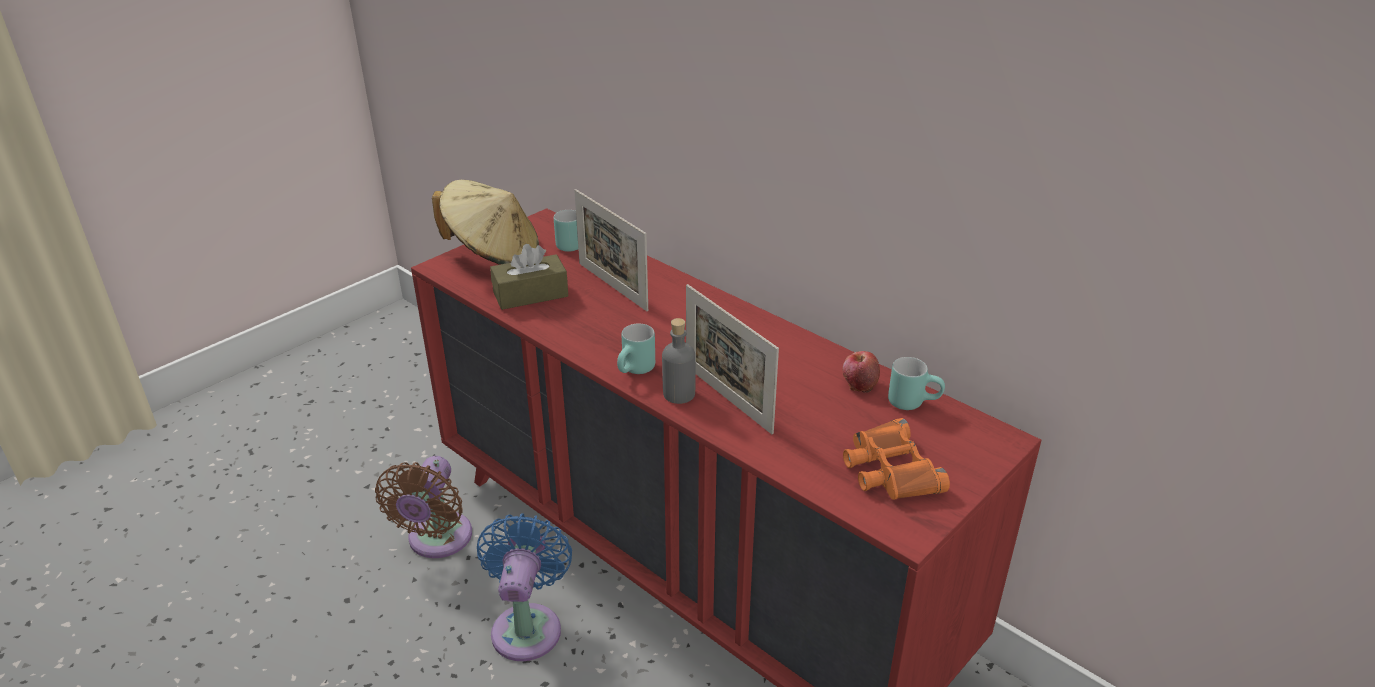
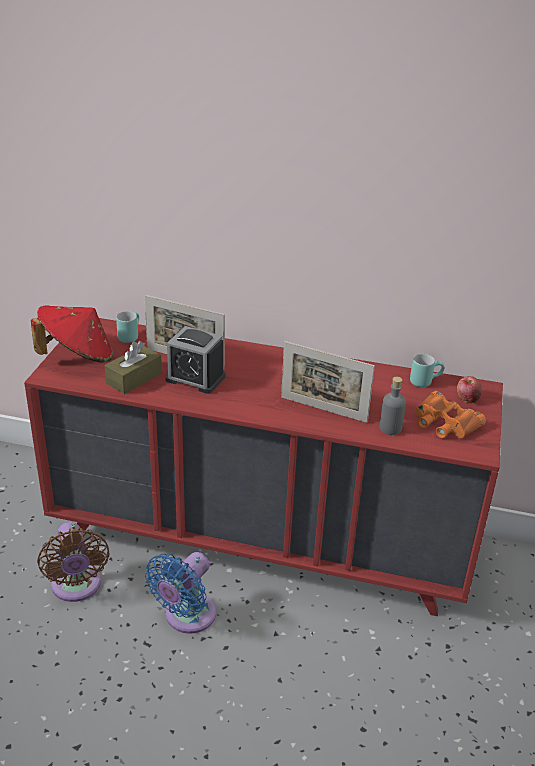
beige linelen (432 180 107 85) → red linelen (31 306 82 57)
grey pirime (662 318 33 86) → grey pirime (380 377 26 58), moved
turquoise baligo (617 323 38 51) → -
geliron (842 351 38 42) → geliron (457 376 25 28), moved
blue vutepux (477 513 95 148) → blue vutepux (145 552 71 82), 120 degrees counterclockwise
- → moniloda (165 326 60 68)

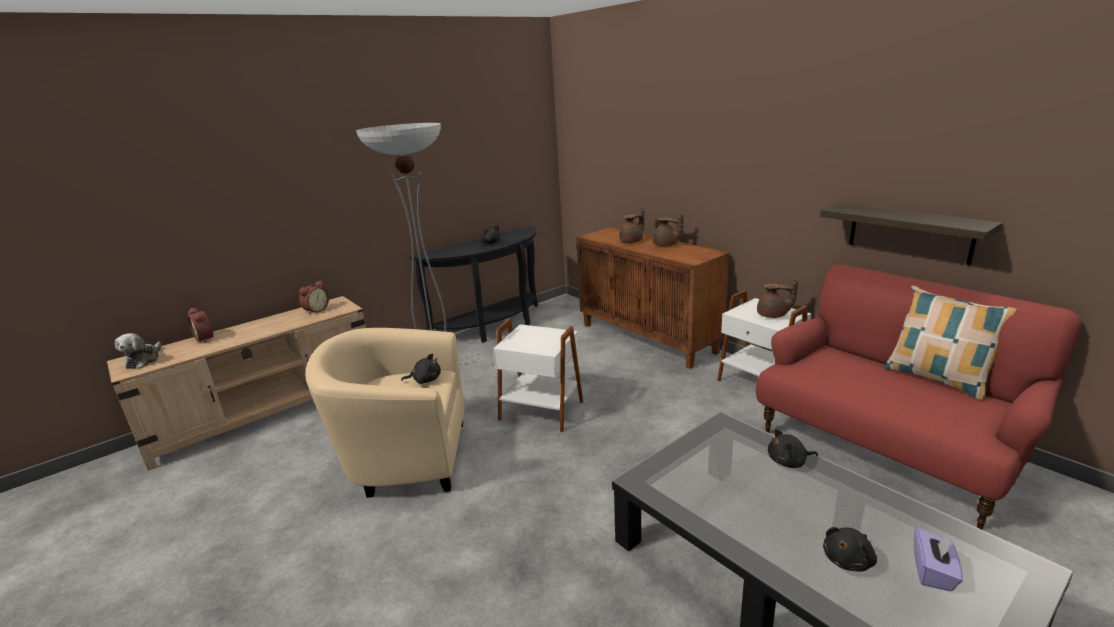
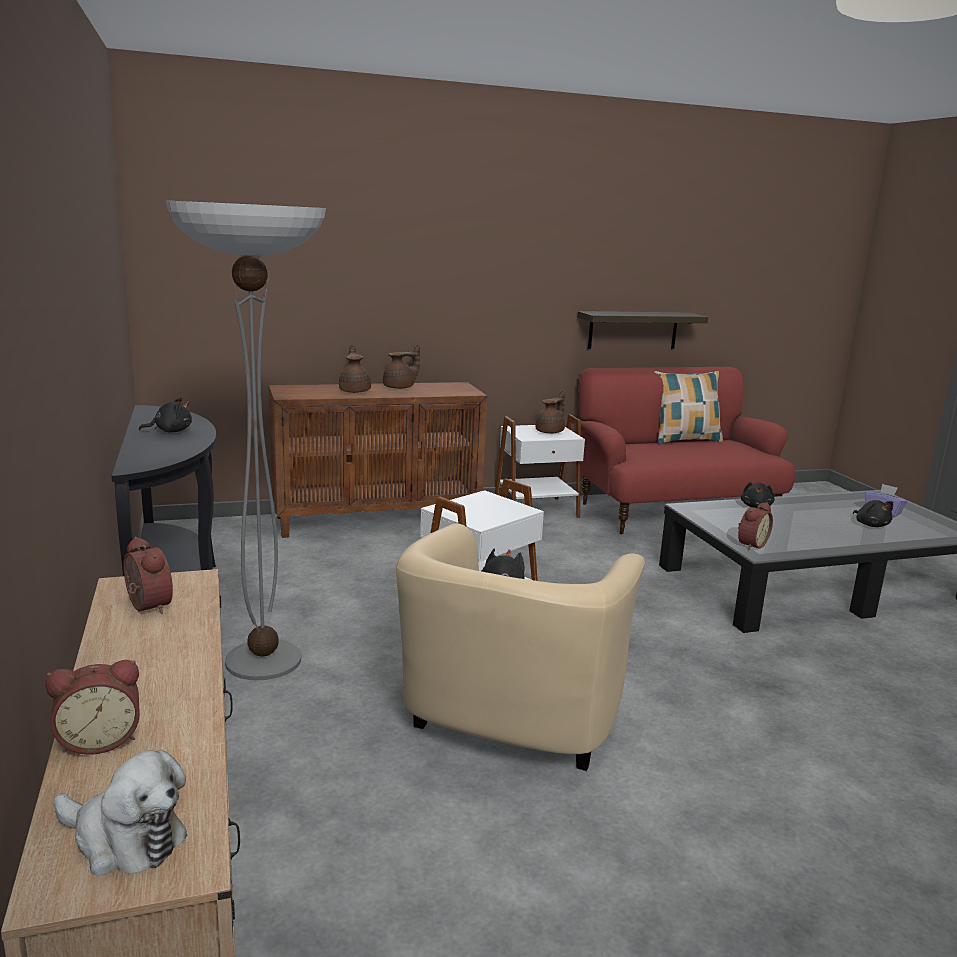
- → moniloda (738 502 35 48)

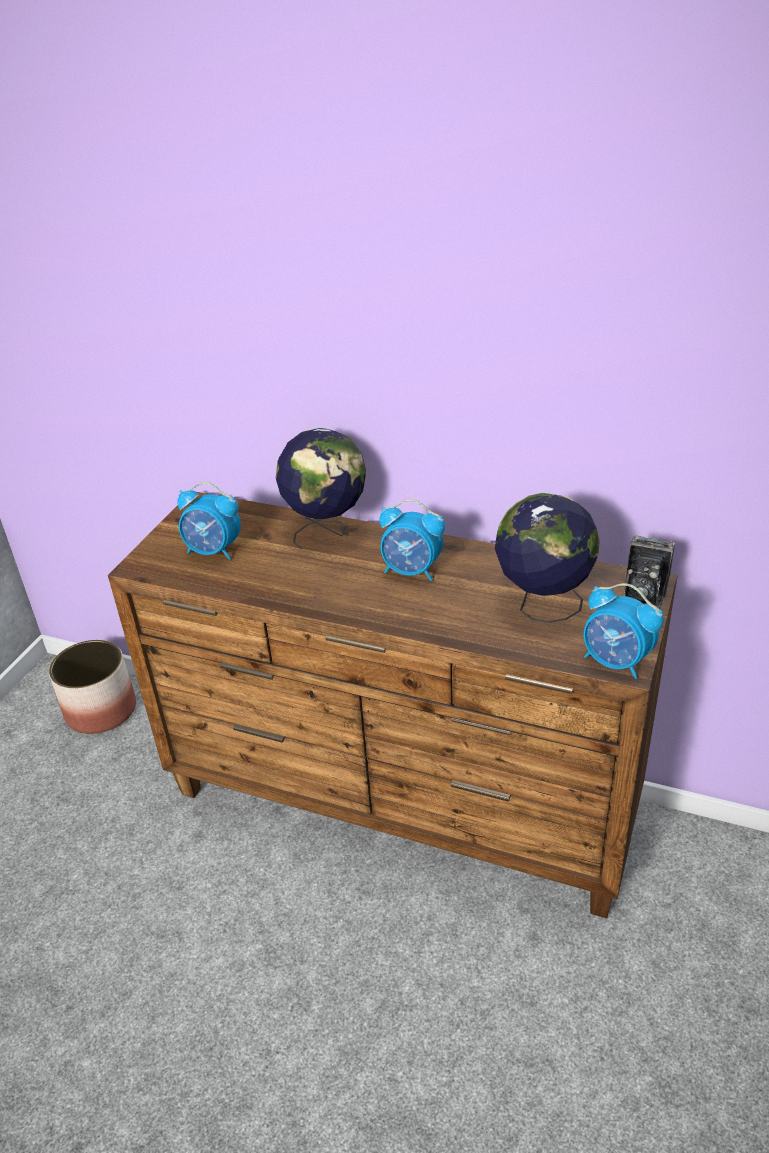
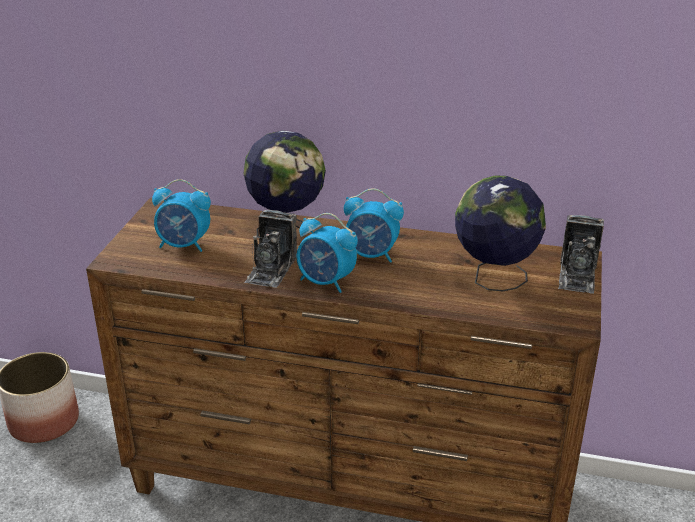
moniloda (583 583 81 96) → moniloda (297 213 61 80), moved
- → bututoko (244 210 53 78)

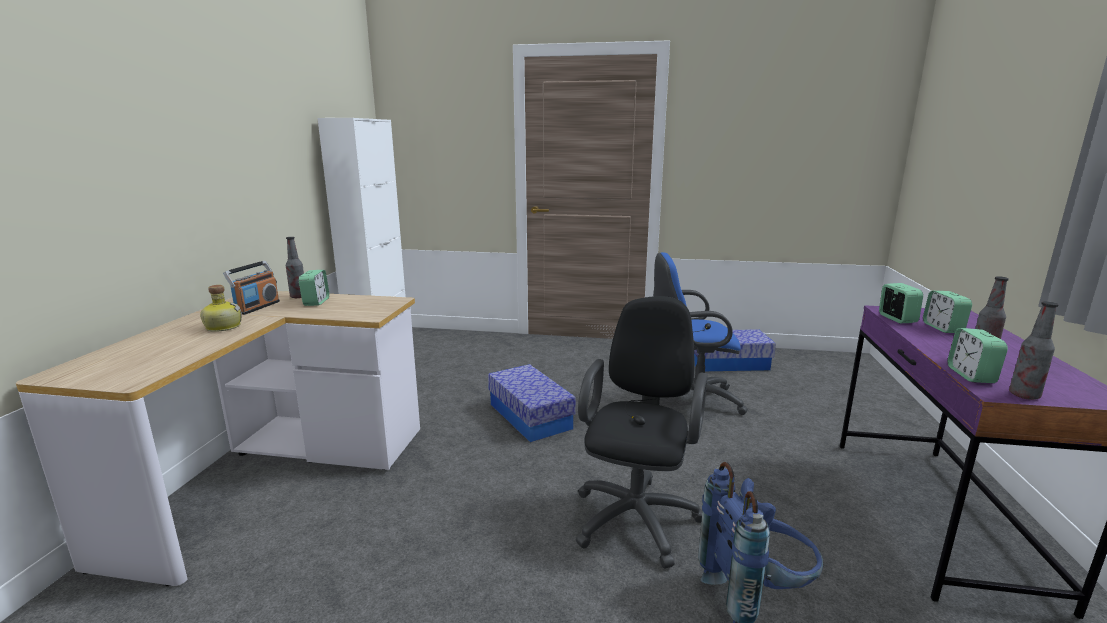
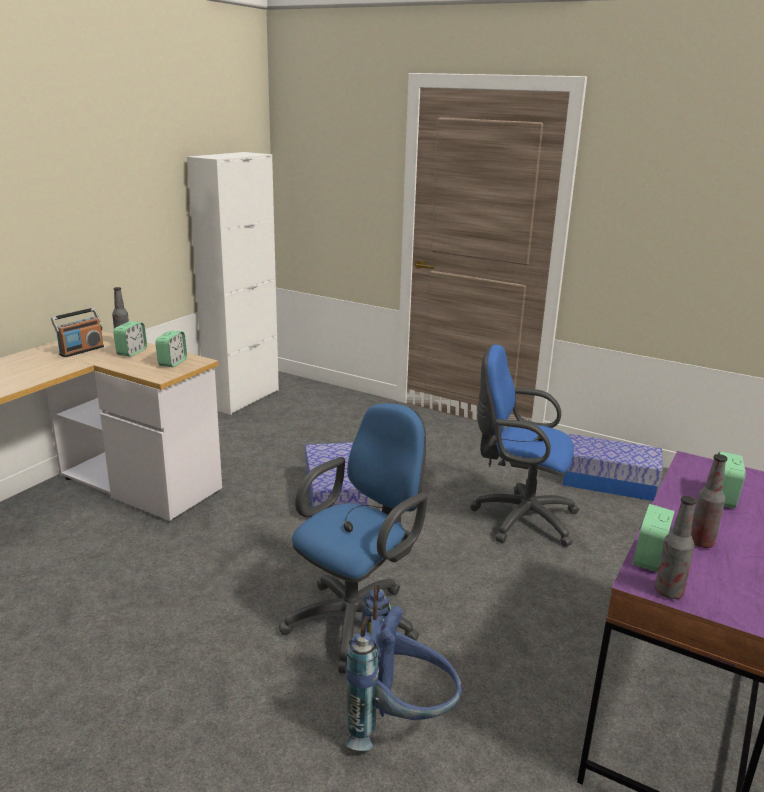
moniloda (879 283 44 40) → moniloda (155 331 32 36), moved
pirime (200 285 42 47) → -
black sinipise (576 296 132 272) → blue sinipise (279 403 149 271)

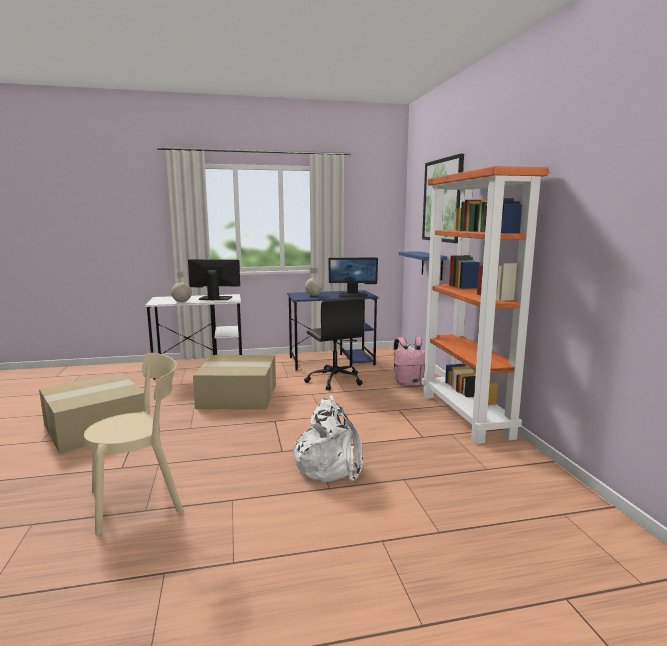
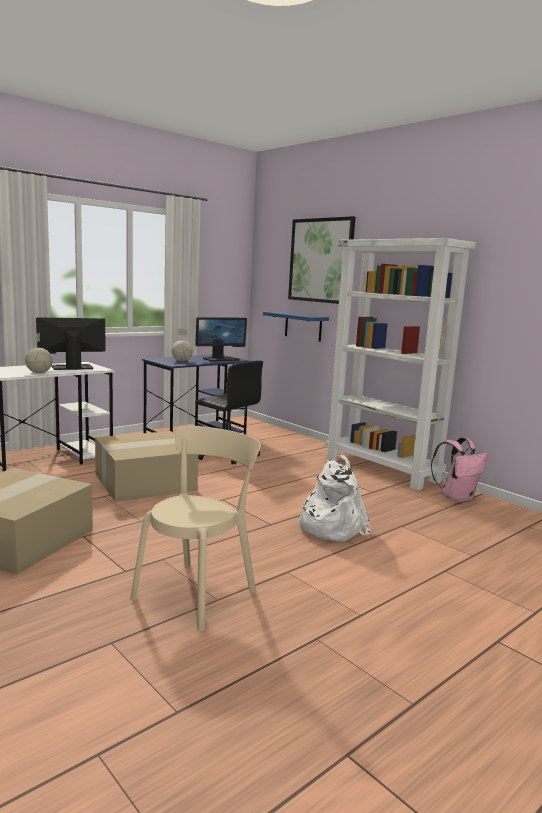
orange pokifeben (422 166 127 278) → white pokifeben (326 238 150 252)
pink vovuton (394 337 31 49) → pink vovuton (431 437 57 66), moved

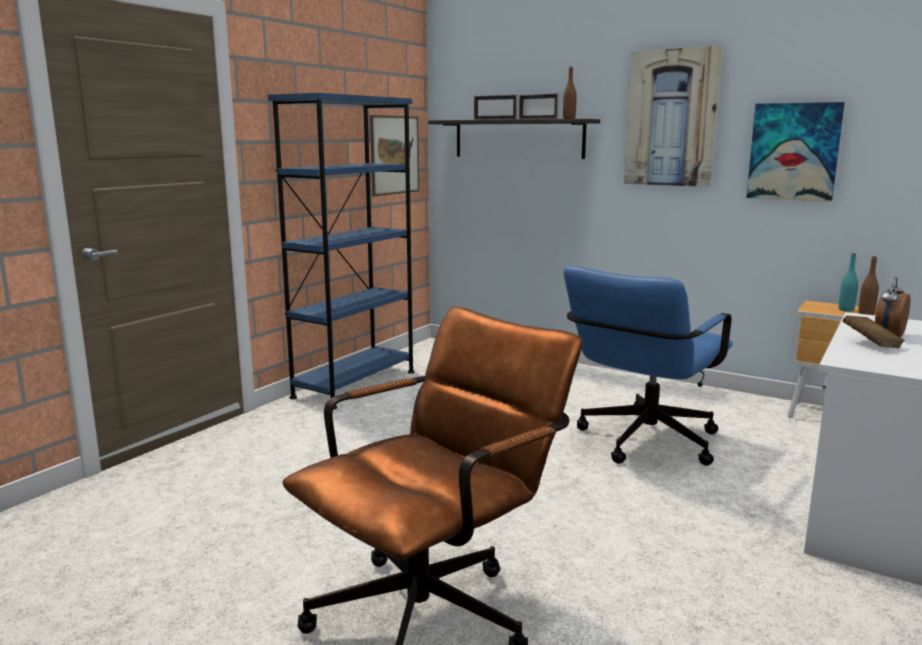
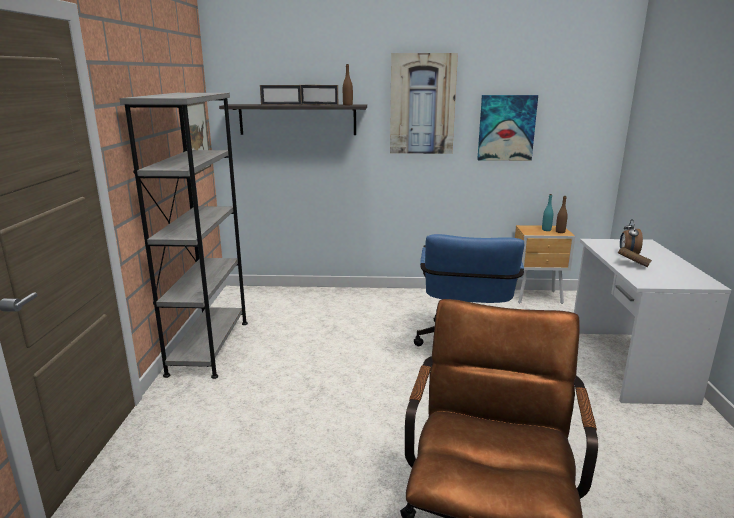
blue pokifeben (268 93 147 317) → grey pokifeben (119 93 129 286)

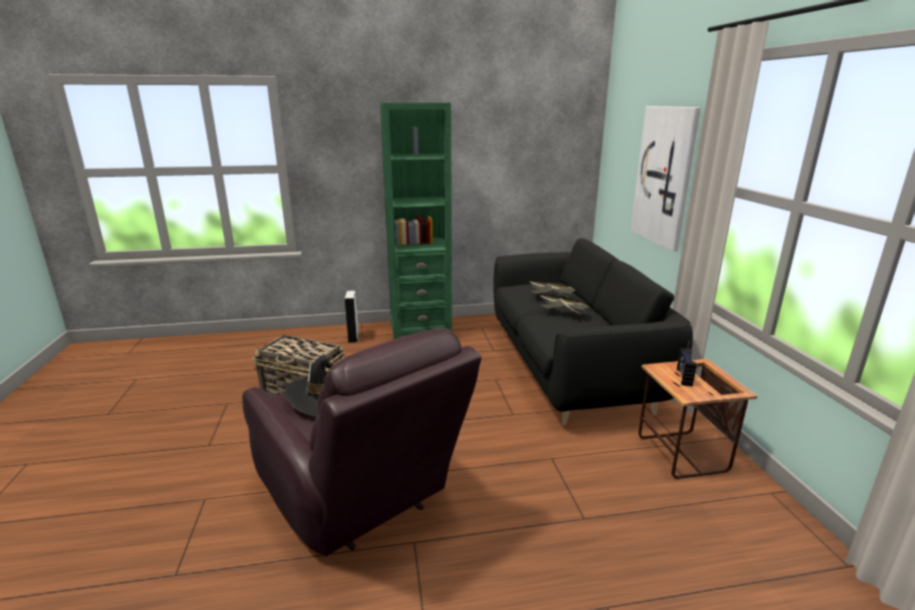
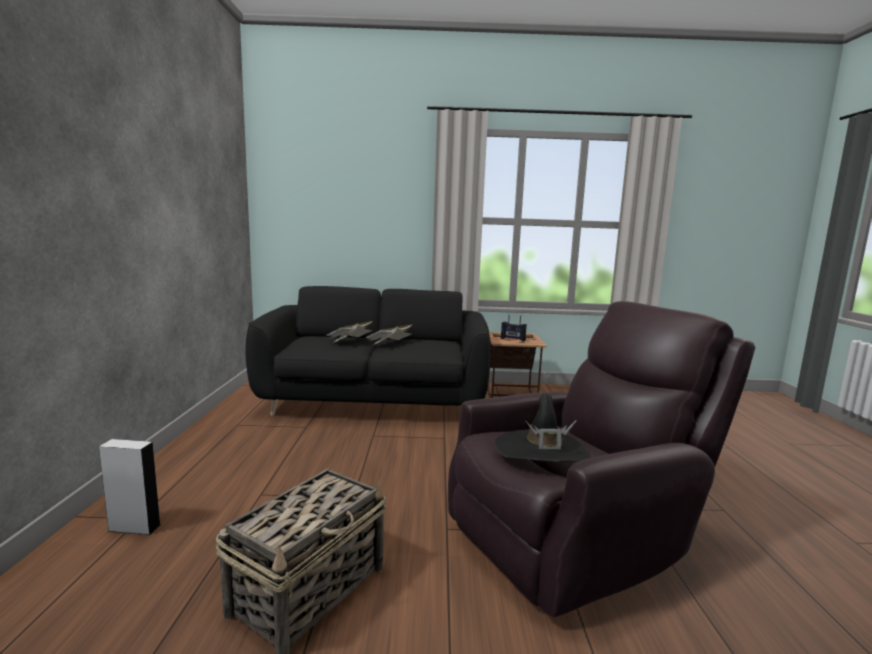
green pokifeben (380 102 72 237) → -
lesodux (630 106 71 145) → -

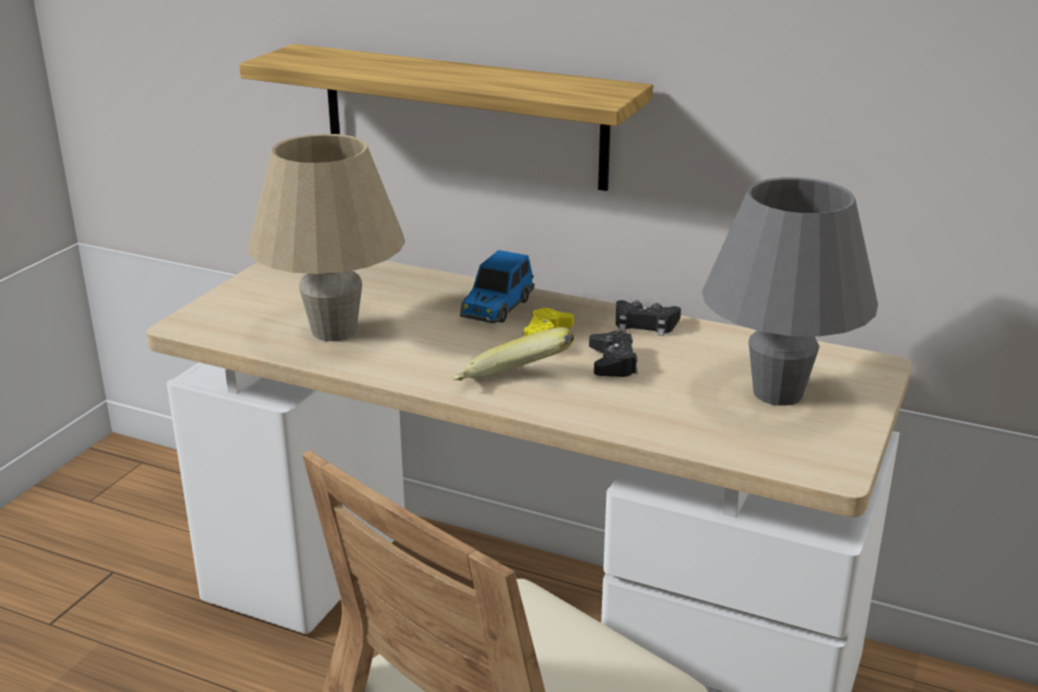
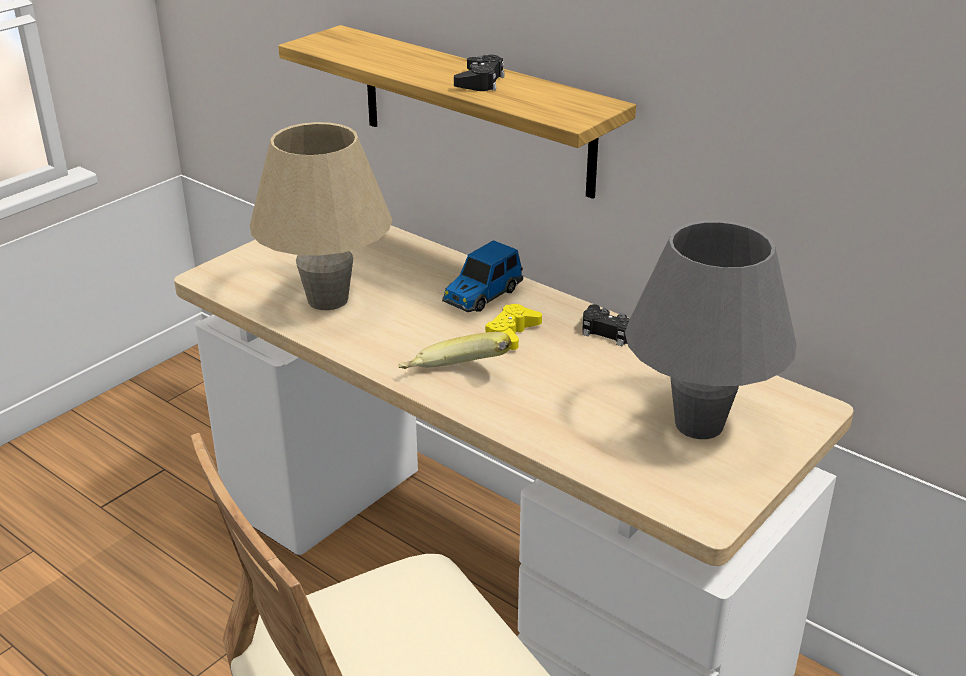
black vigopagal (589 331 49 46) → black vigopagal (454 54 51 37), moved

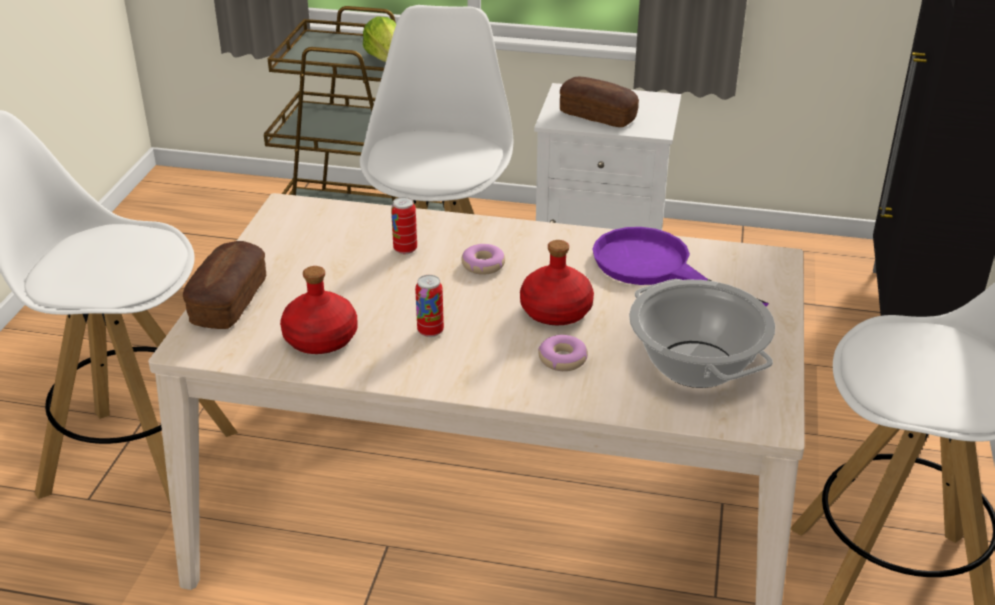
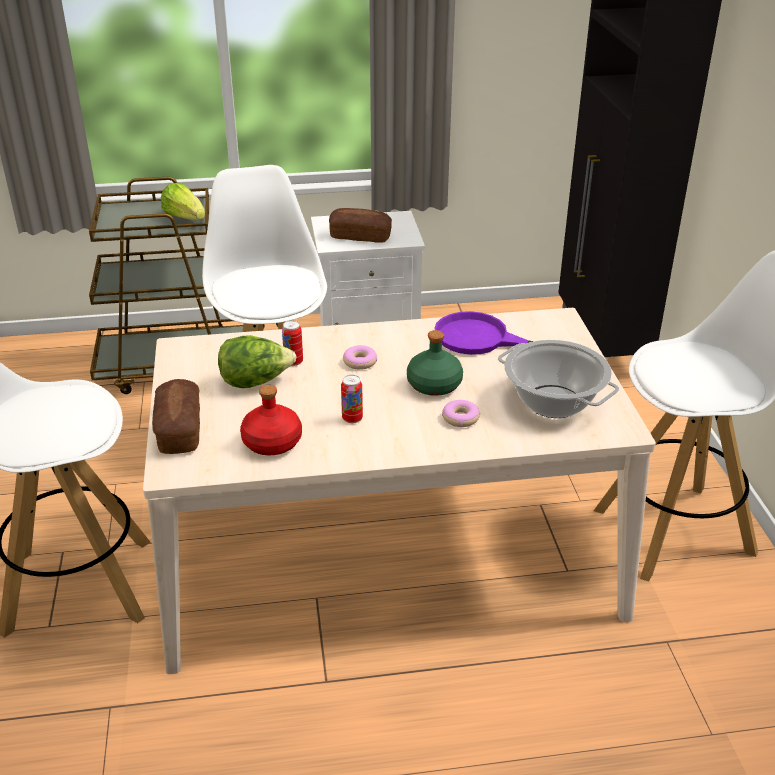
red pirime (520 240 74 85) → green pirime (407 330 56 66)
- → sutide (218 335 79 53)

